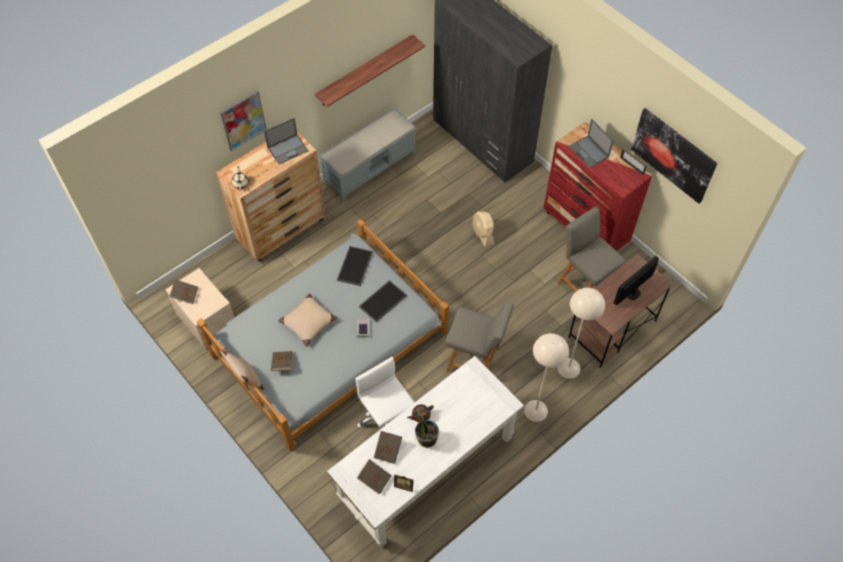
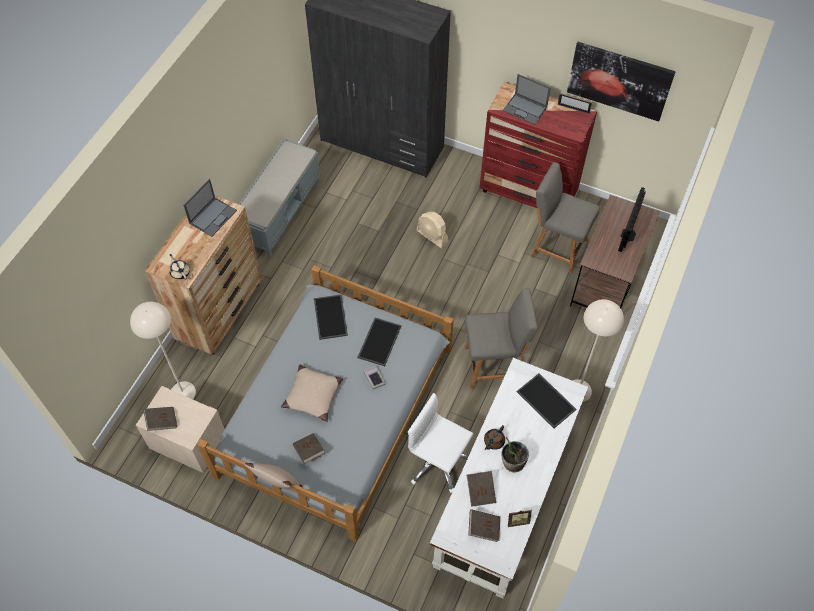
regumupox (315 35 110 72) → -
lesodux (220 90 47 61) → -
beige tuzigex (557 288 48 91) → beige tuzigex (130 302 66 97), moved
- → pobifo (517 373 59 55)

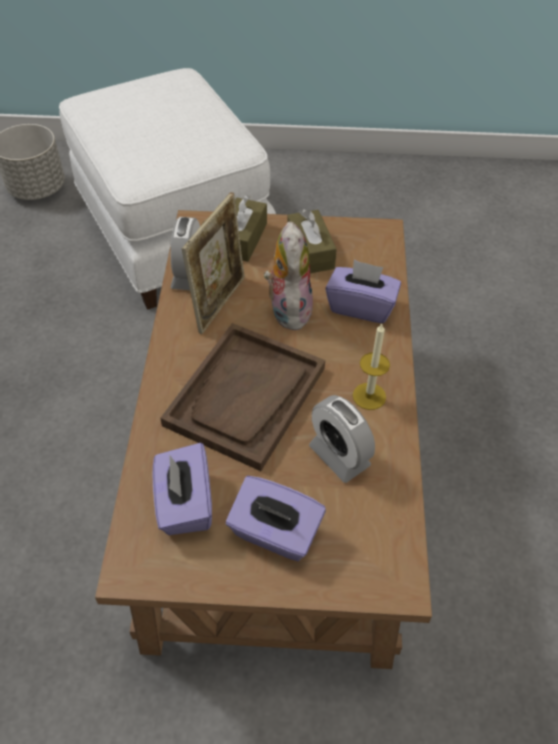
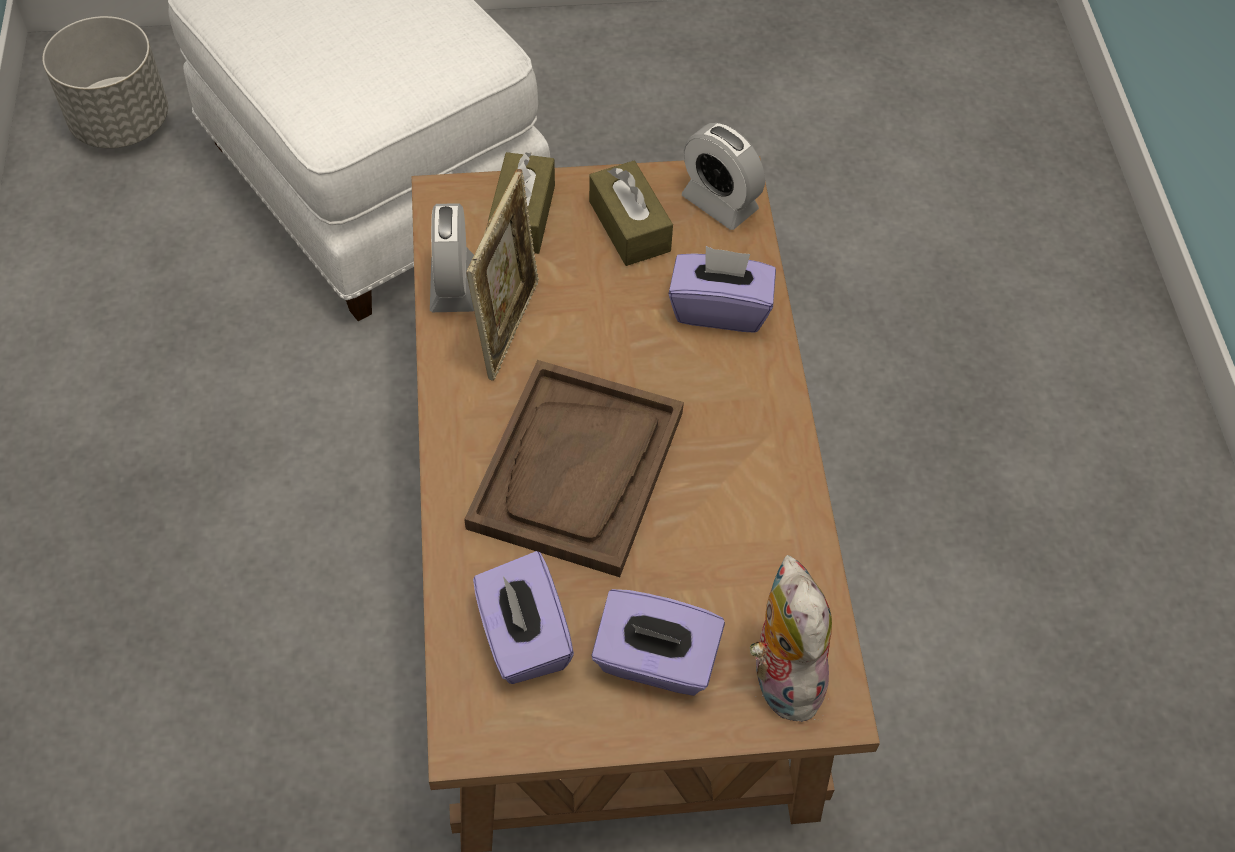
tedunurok (264 221 49 109) → tedunurok (750 555 82 167), moved
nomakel (353 324 37 86) → -
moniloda (309 395 66 88) → moniloda (682 123 83 107), moved

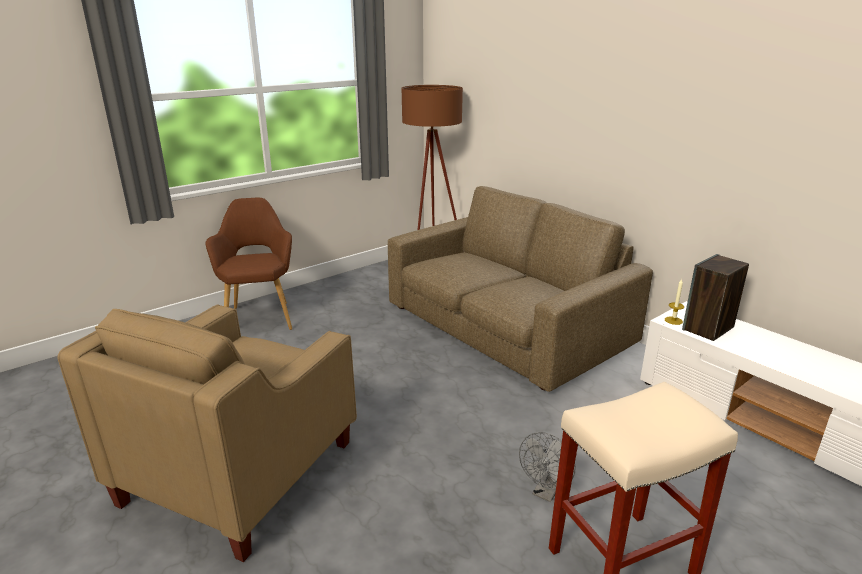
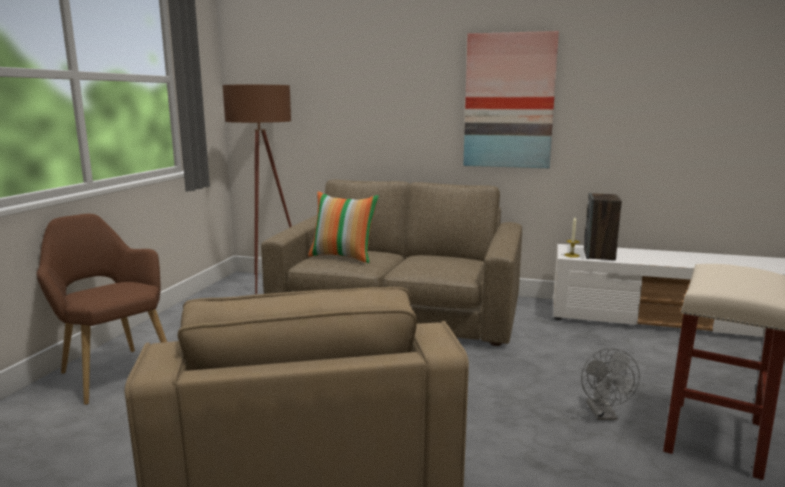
- → lesodux (463 31 96 137)
- → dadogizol (308 191 71 72)

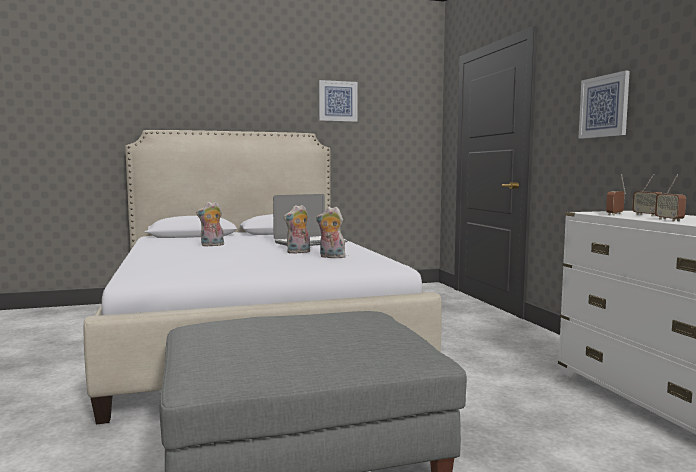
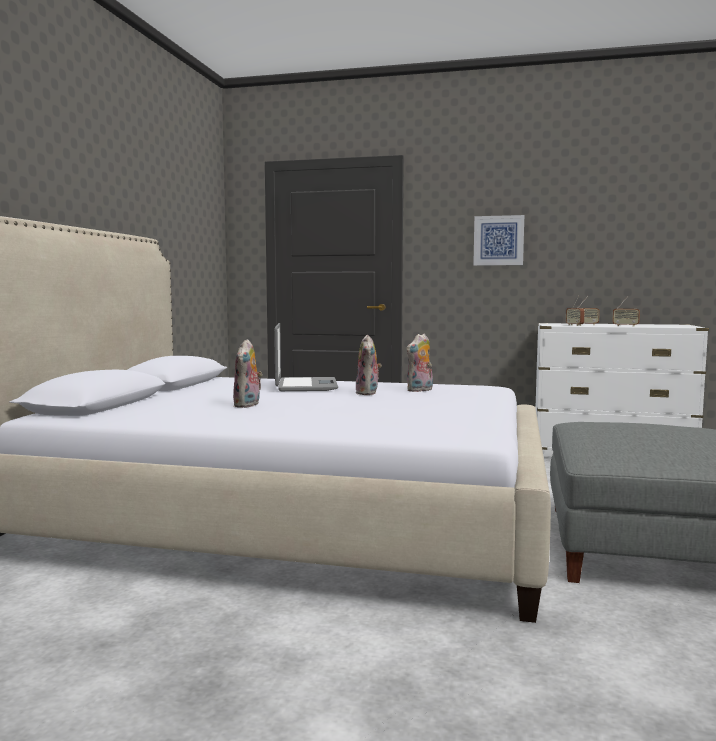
lesodux (319 80 38 42) → -

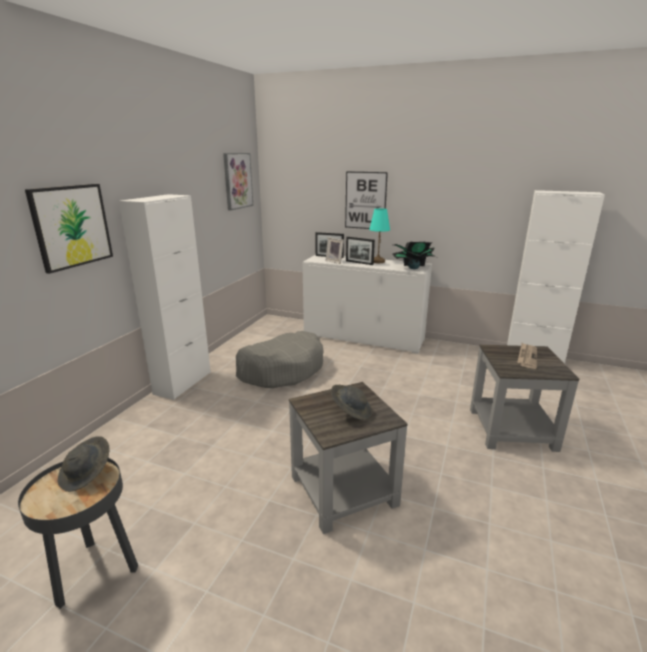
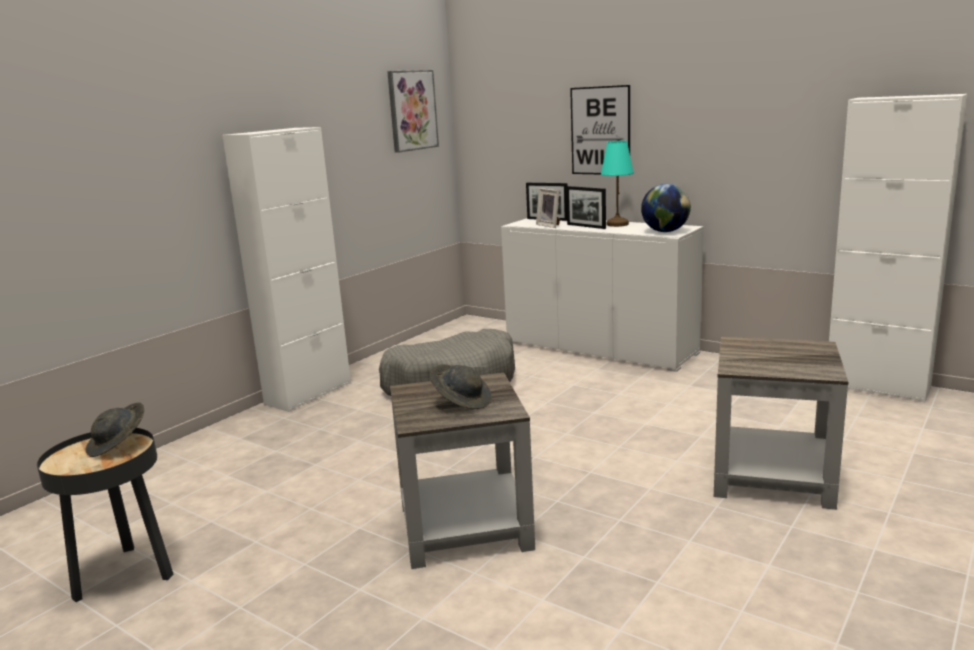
lesodux (25 184 88 90) → -
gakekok (393 242 43 27) → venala (641 184 50 48)
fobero (517 343 20 26) → -

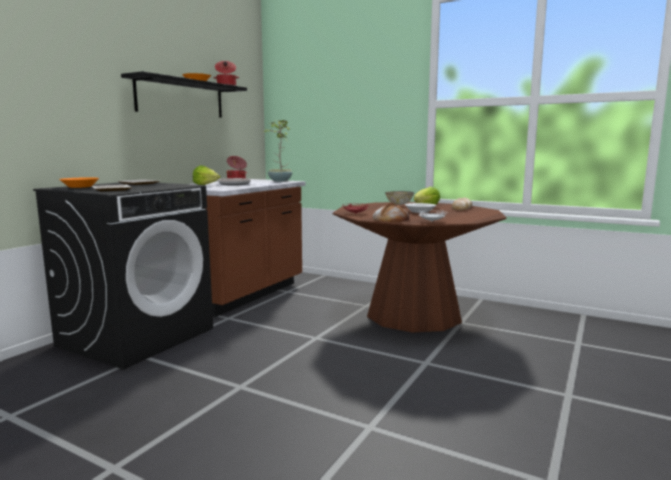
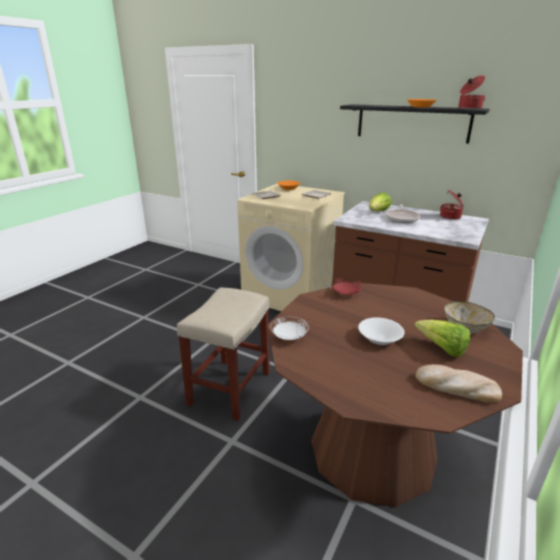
gakekok (263 120 29 62) → -
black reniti (33 182 180 187) → beige reniti (237 184 108 127)
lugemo (373 203 36 19) → -
- → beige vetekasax (177 287 93 134)

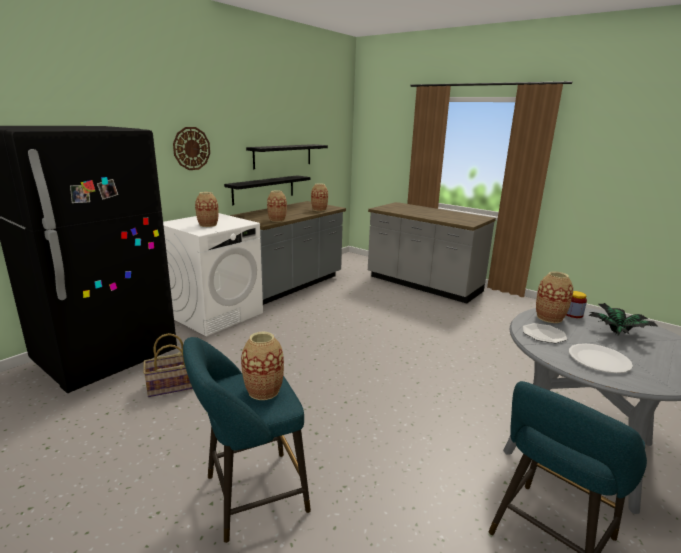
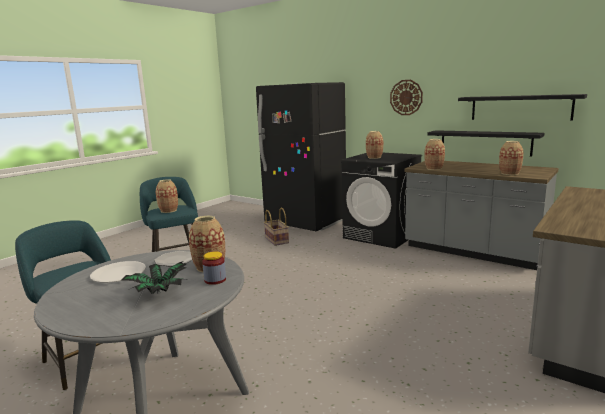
white reniti (163 213 100 123) → black reniti (342 153 80 96)

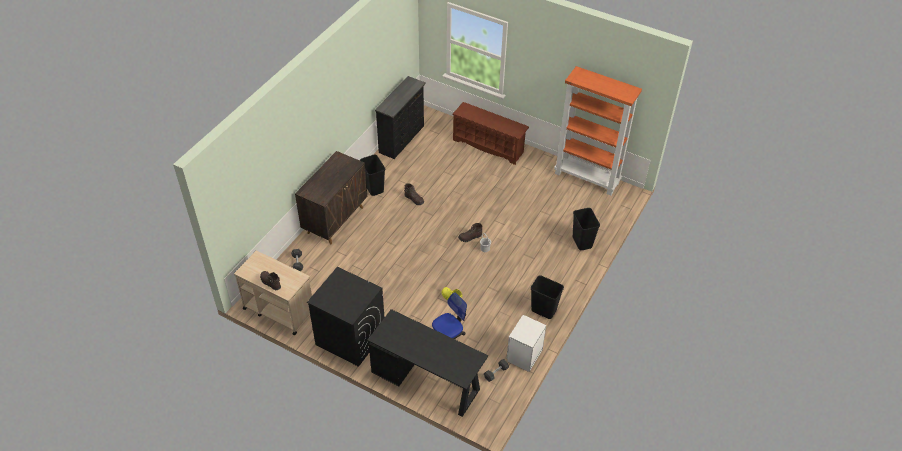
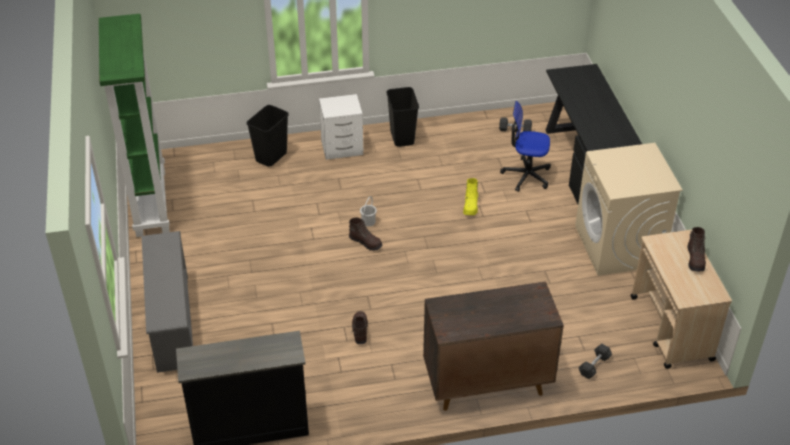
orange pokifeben (554 66 88 130) → green pokifeben (99 14 71 223)
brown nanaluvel (452 102 77 63) → grey nanaluvel (142 231 51 142)
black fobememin (360 154 25 42) → -
black reniti (307 267 78 100) → beige reniti (575 143 108 133)
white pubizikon (507 315 39 57) → white pubizikon (319 94 44 66), moved

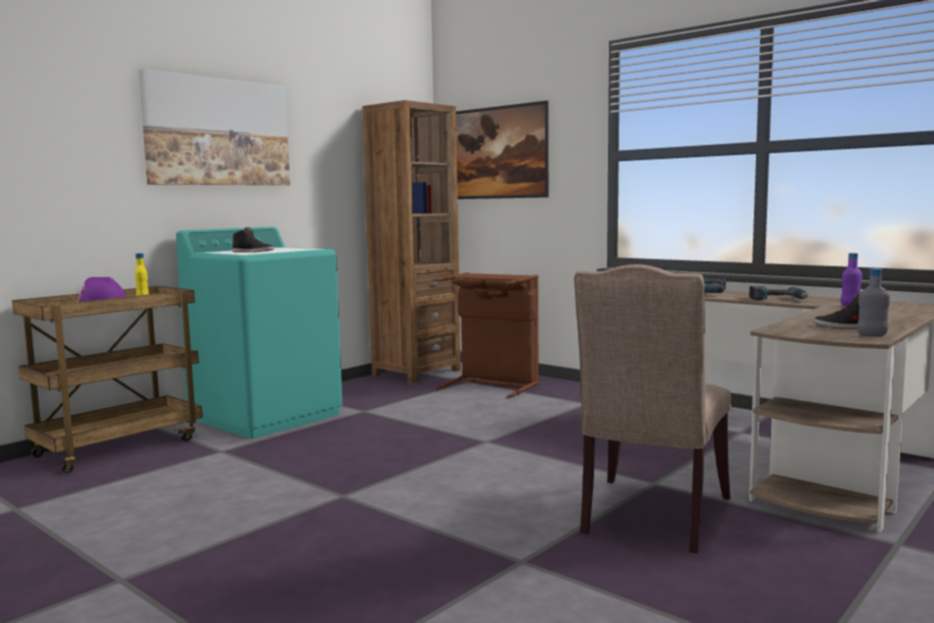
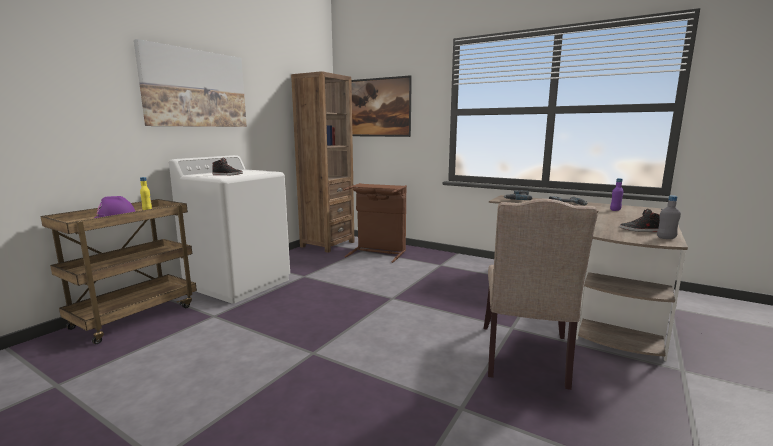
turquoise reniti (176 227 166 212) → white reniti (169 155 121 149)

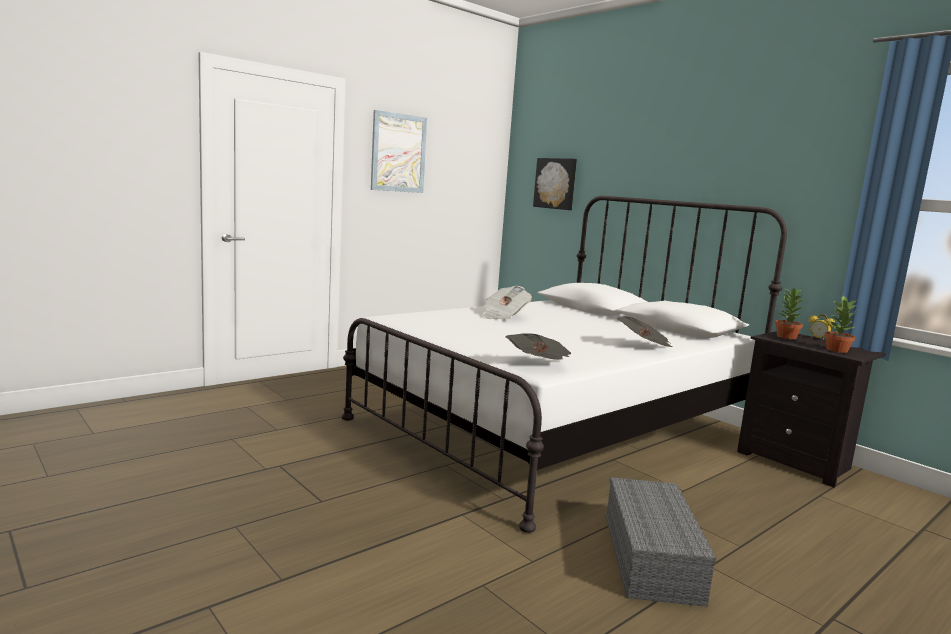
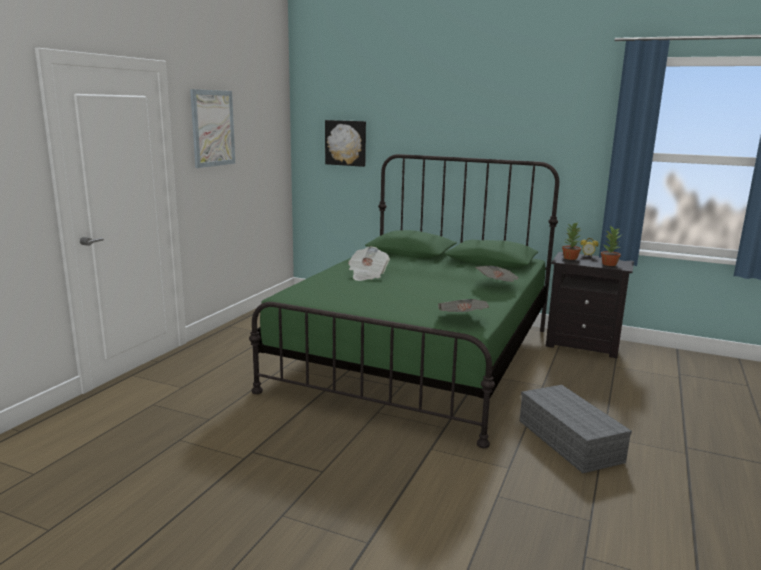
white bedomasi (342 196 445 337) → green bedomasi (249 154 310 294)

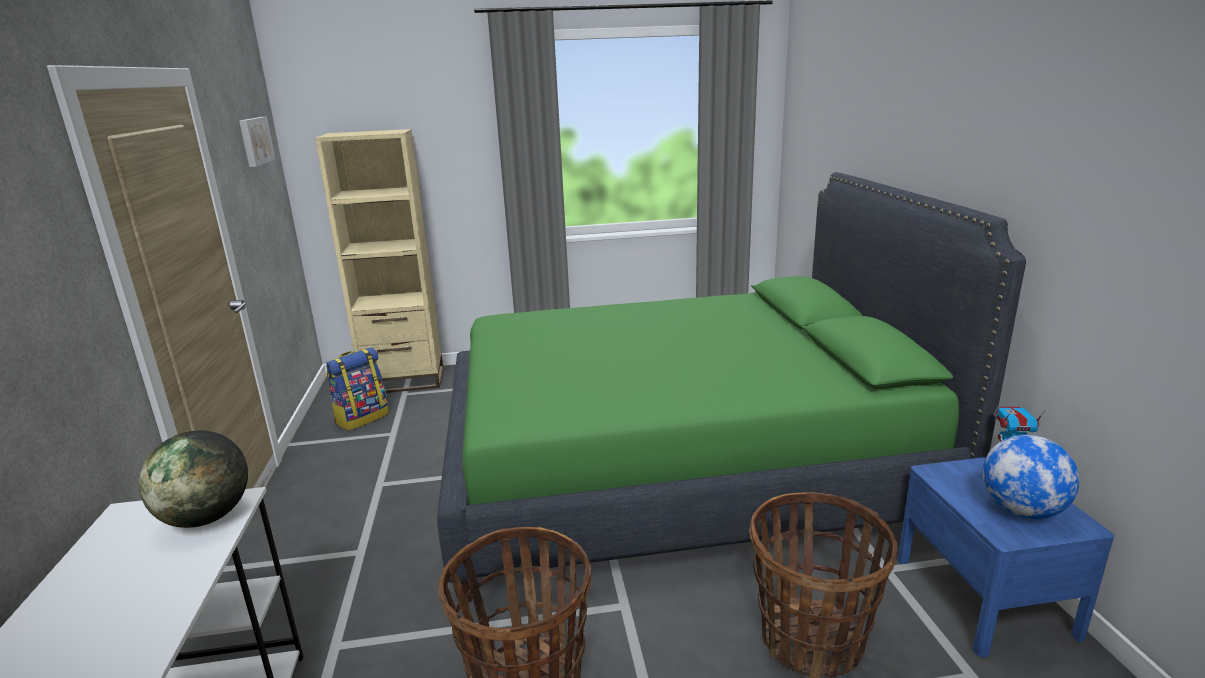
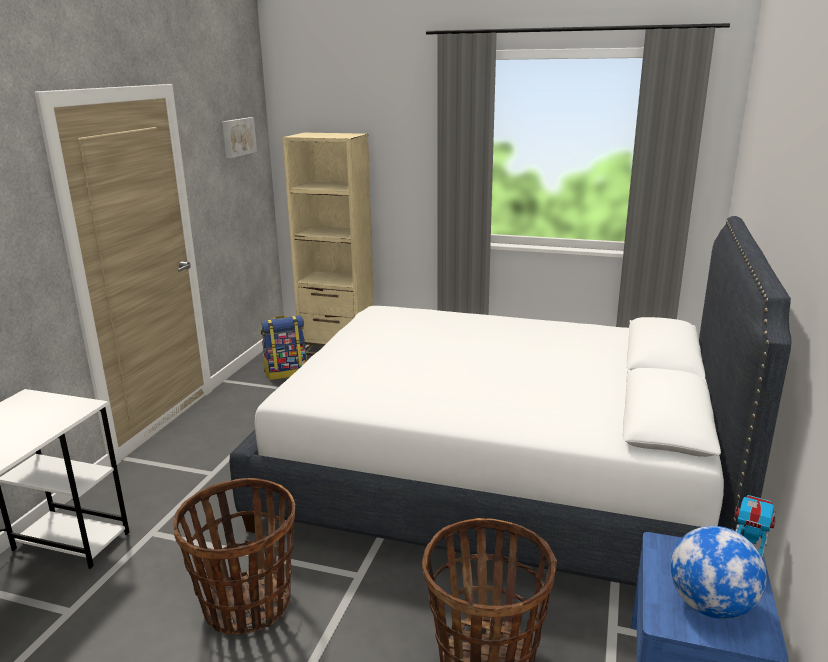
green bedomasi (437 172 589 430) → white bedomasi (230 216 562 370)
venala (139 430 109 98) → -

